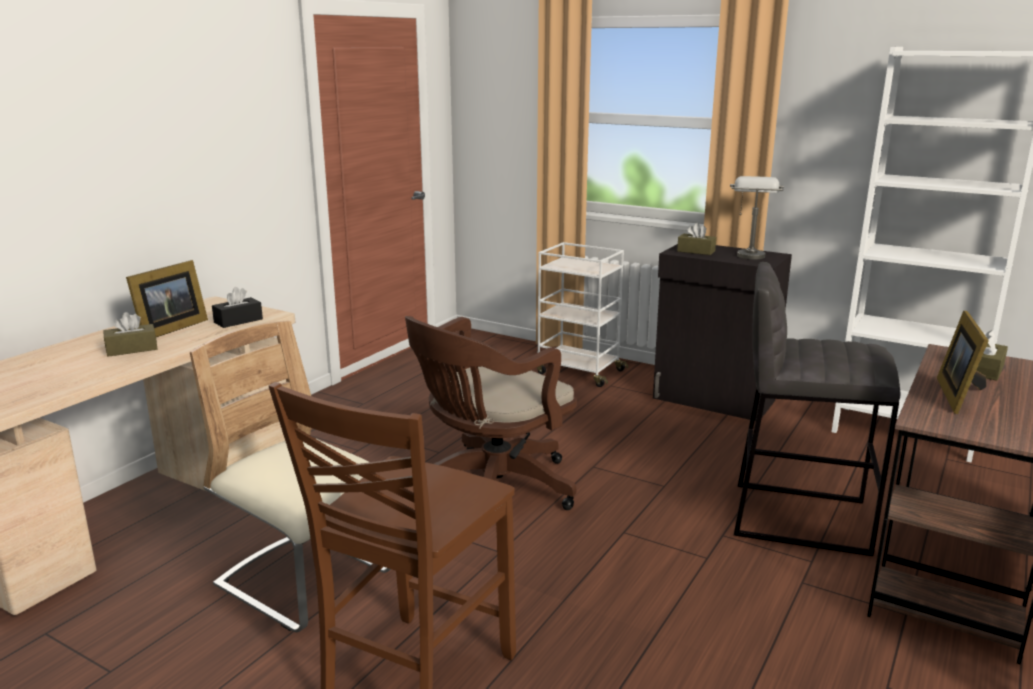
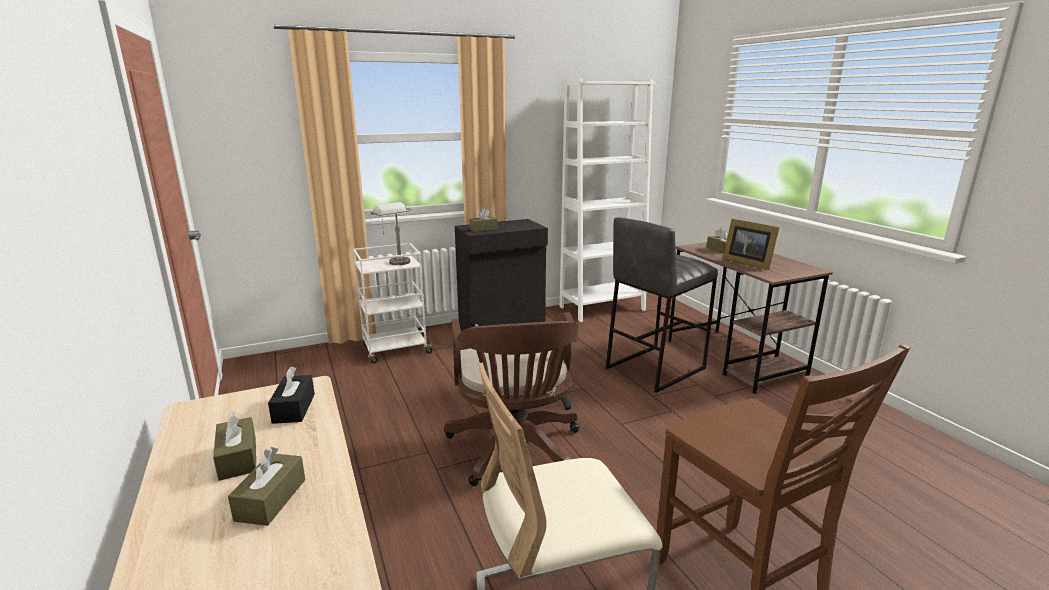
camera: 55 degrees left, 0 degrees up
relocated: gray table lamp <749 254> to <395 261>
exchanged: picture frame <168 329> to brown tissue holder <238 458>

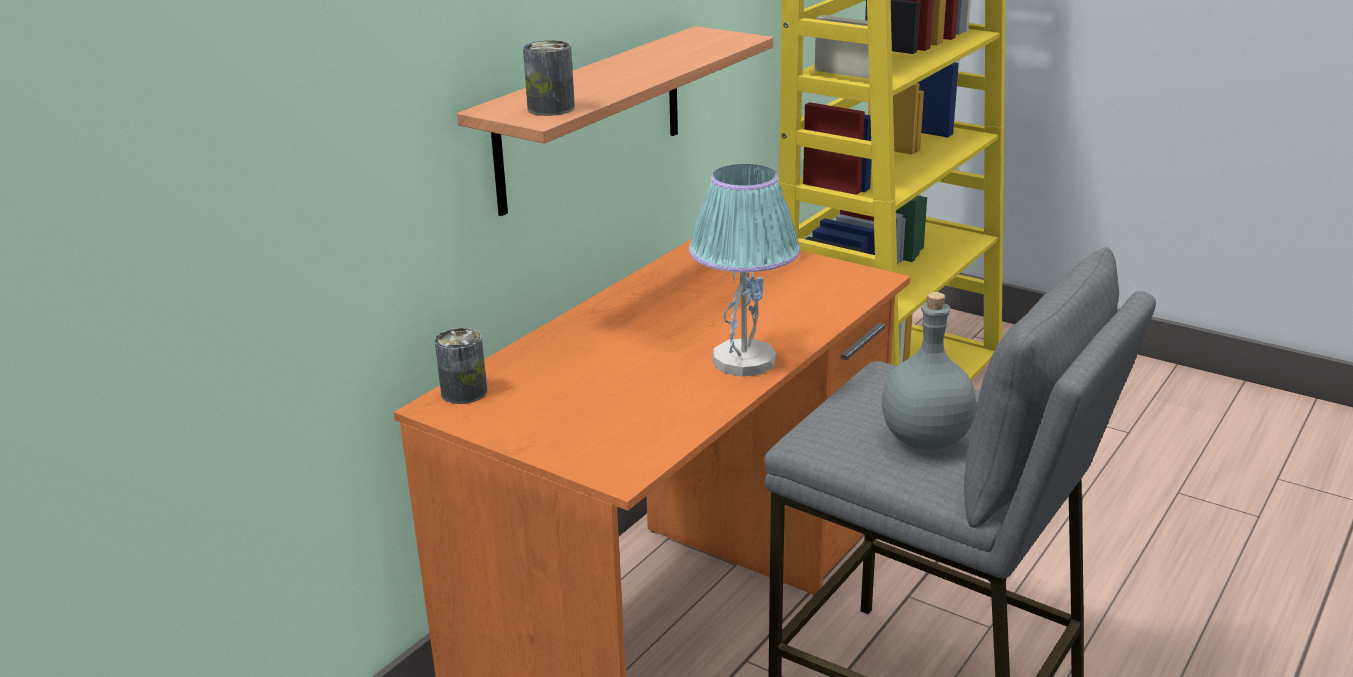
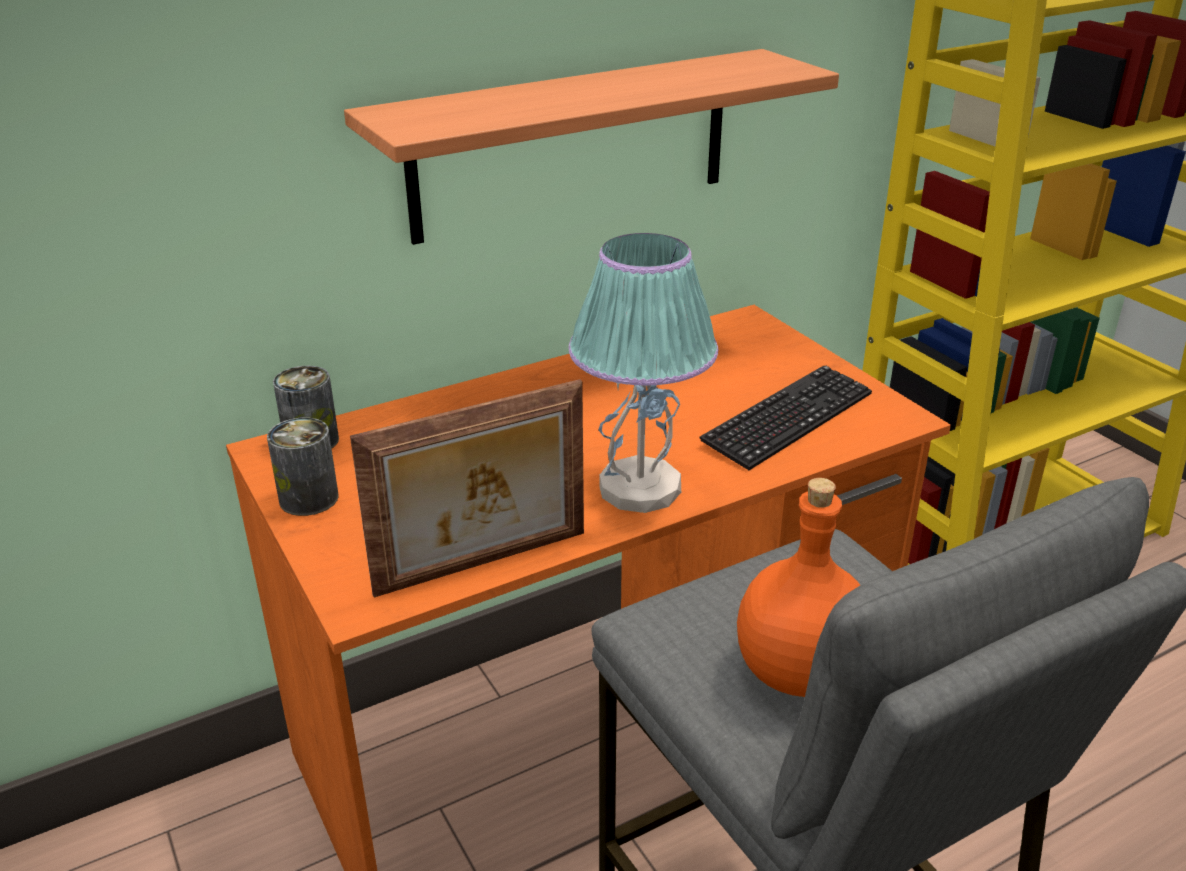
camera: 25 degrees right, 5 degrees up
appeared: picture frame <483 565>; computer keyboard <788 419>
relocated: can <551 108> to <309 498>
colour: gray drink bottle <923 439> to orangey drink bottle <796 671>

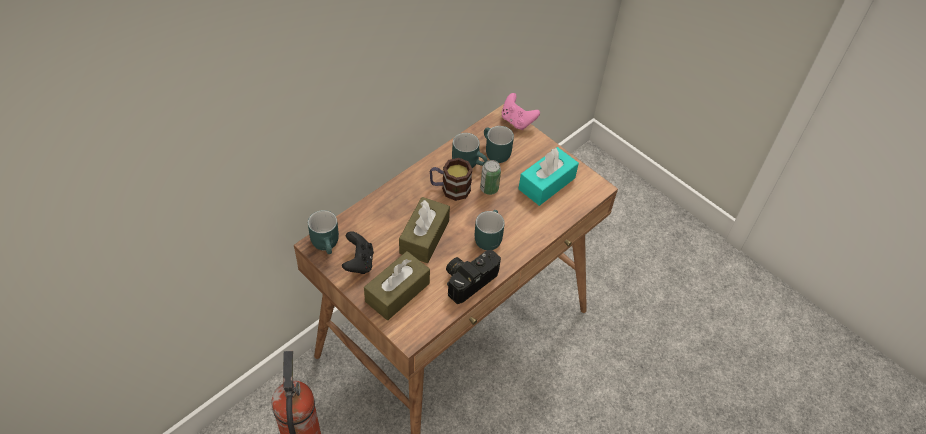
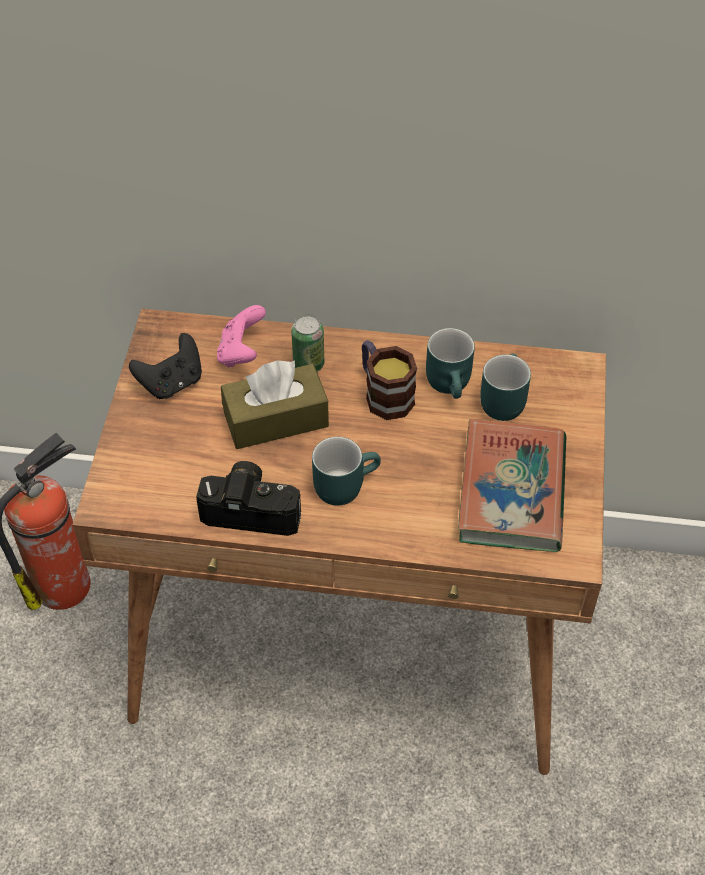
camera: 55 degrees right, 0 degrees up
missing: turquoise mug <328 244>; brown tissue holder <397 292>
relocated: pink-coloured game controller <517 121> to <241 353>; can <489 188> to <308 364>
exchanged: turquoise tissue holder <546 183> to bound book <512 491>

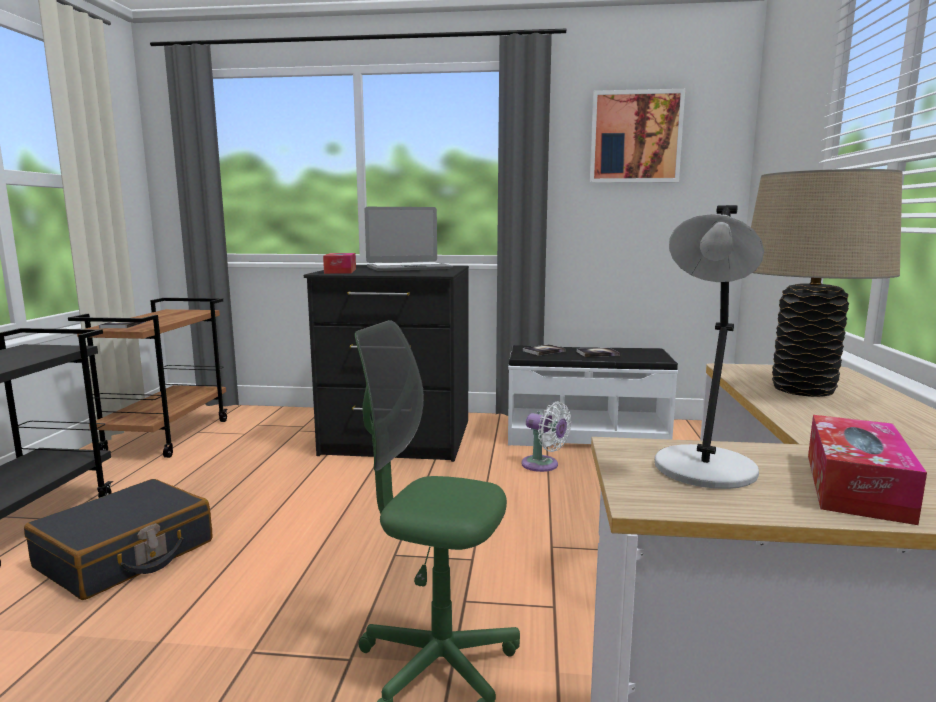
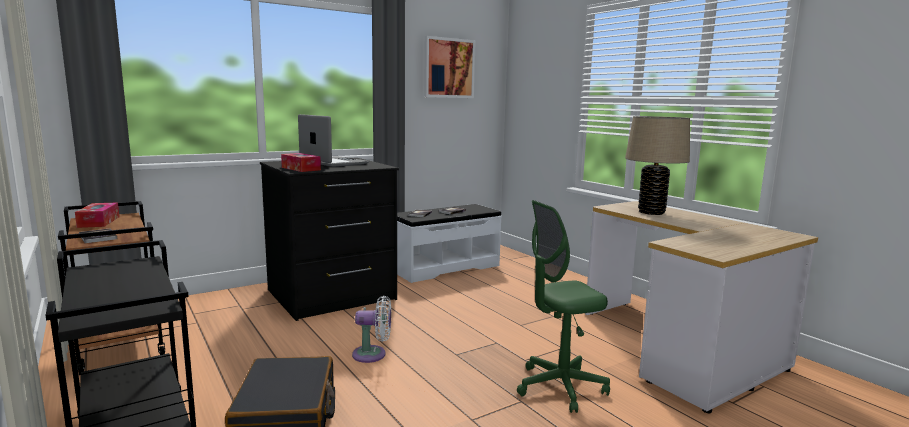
camera: 40 degrees left, 0 degrees up
missing: gray table lamp <704 471>
relocated: tissue holder <856 486> to <99 222>; white electric fan <543 465> to <373 354>
spun: portable computer <408 268> = <333 162> 75 degrees counterclockwise

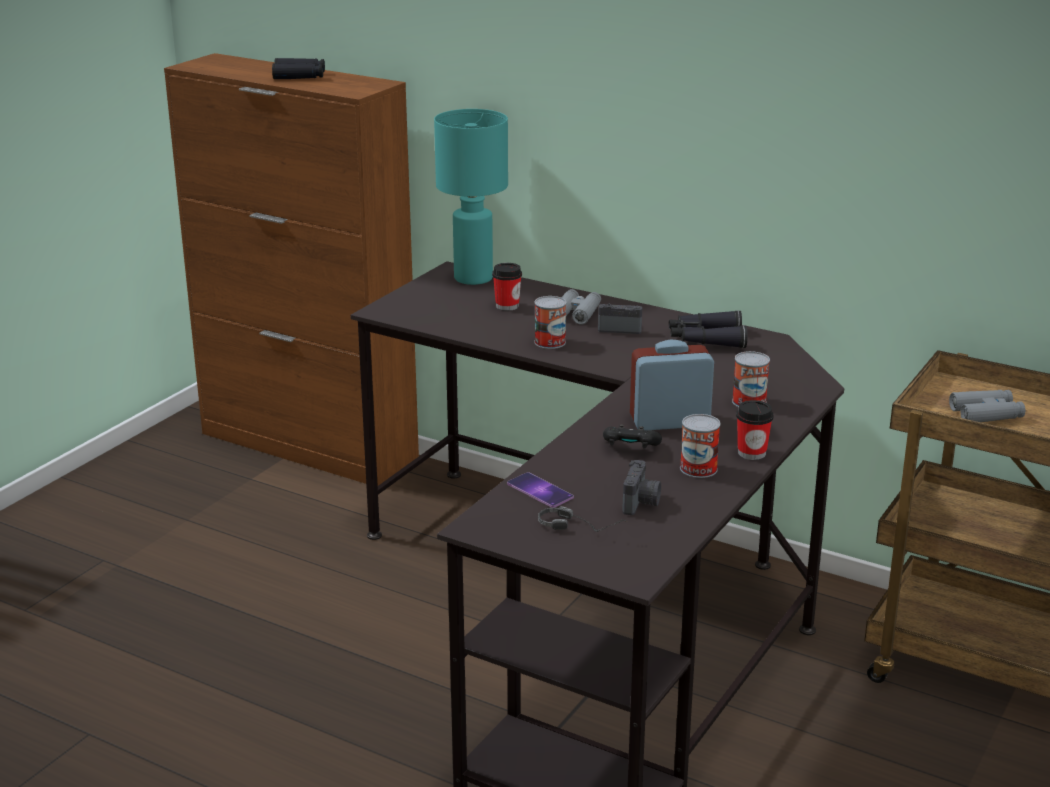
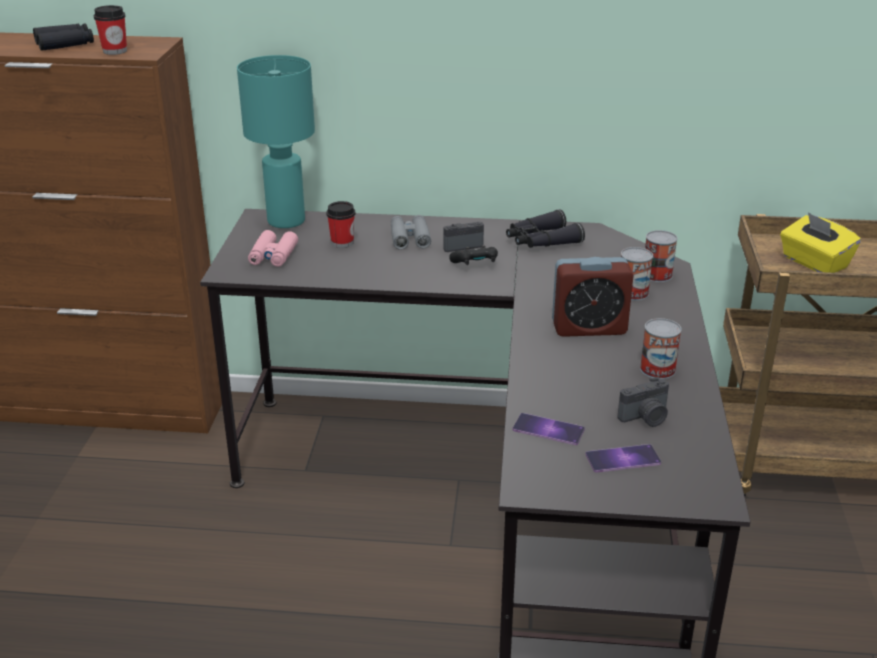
camera: 25 degrees left, 5 degrees up
appeared: pink-coloured pair of binoculars <273 256>
relocated: small cup <751 453> to <115 51>; black-coloured game controller <630 448> to <475 265>; can <550 342> to <657 275>
exchanged: headset <583 527> to phone <623 459>; gray pair of binoculars <986 414> to yellow tissue holder <814 263>
spun: table clock <669 421> = <589 328> 150 degrees counterclockwise; photo camera <641 503> = <646 418> 75 degrees clockwise

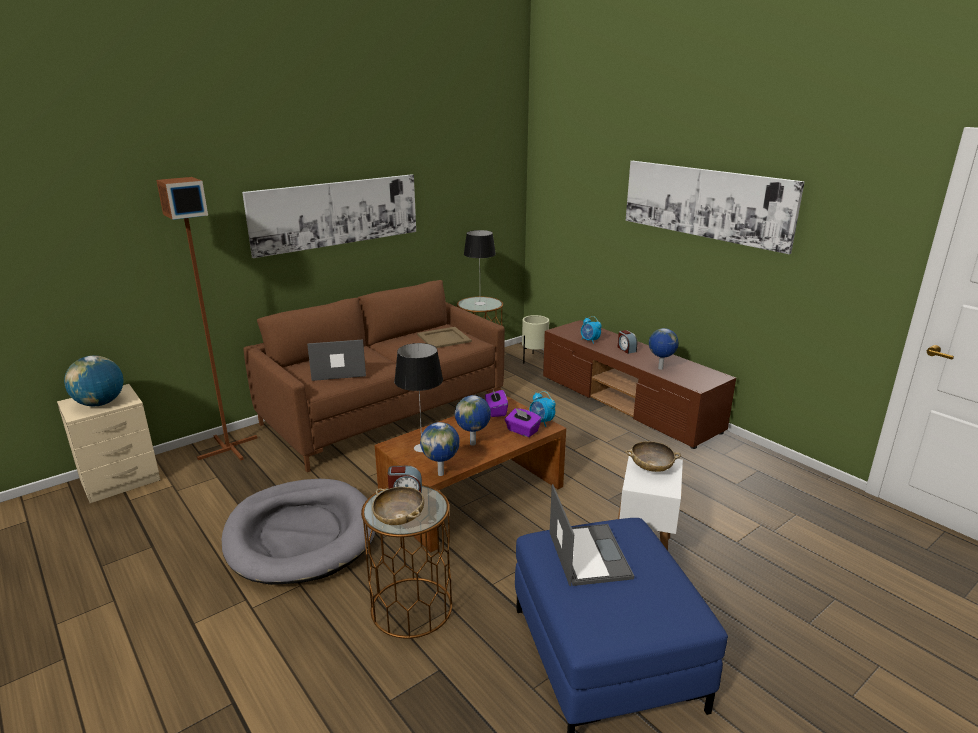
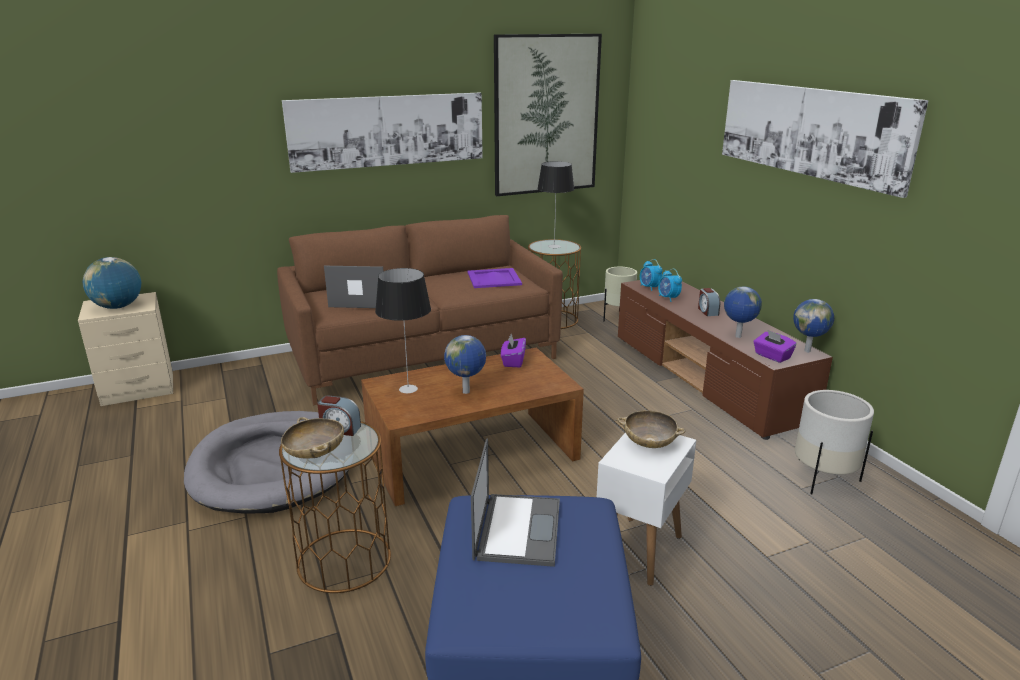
camera: 15 degrees right, 0 degrees up
missing: brown floor lamp <227 448>
appeared: wall picture <546 115>; white plant pot <823 477>
relocated: table clock <541 422> to <649 287>; purple tissue holder <522 431> to <772 356>; world globe <441 473> to <808 351>
colour: sand-coloured tray <444 338> to purple tray <494 279>

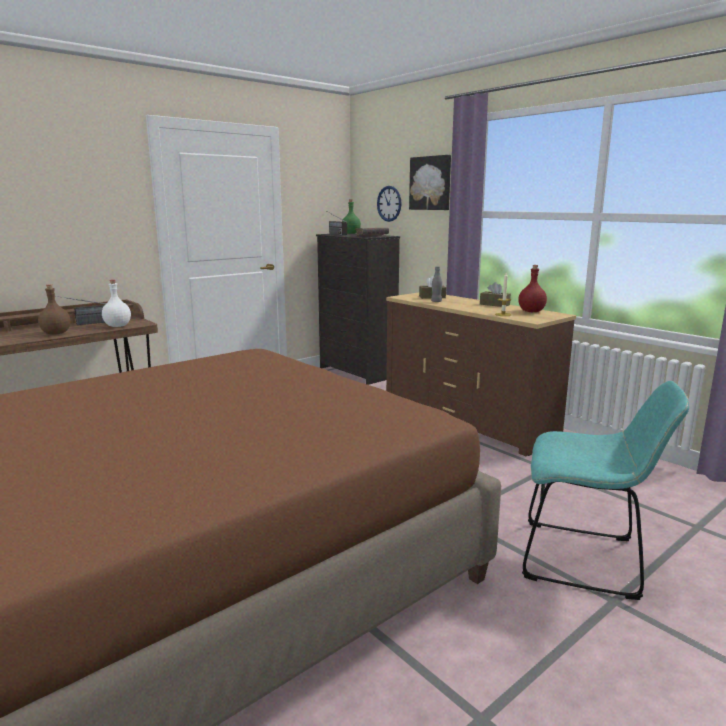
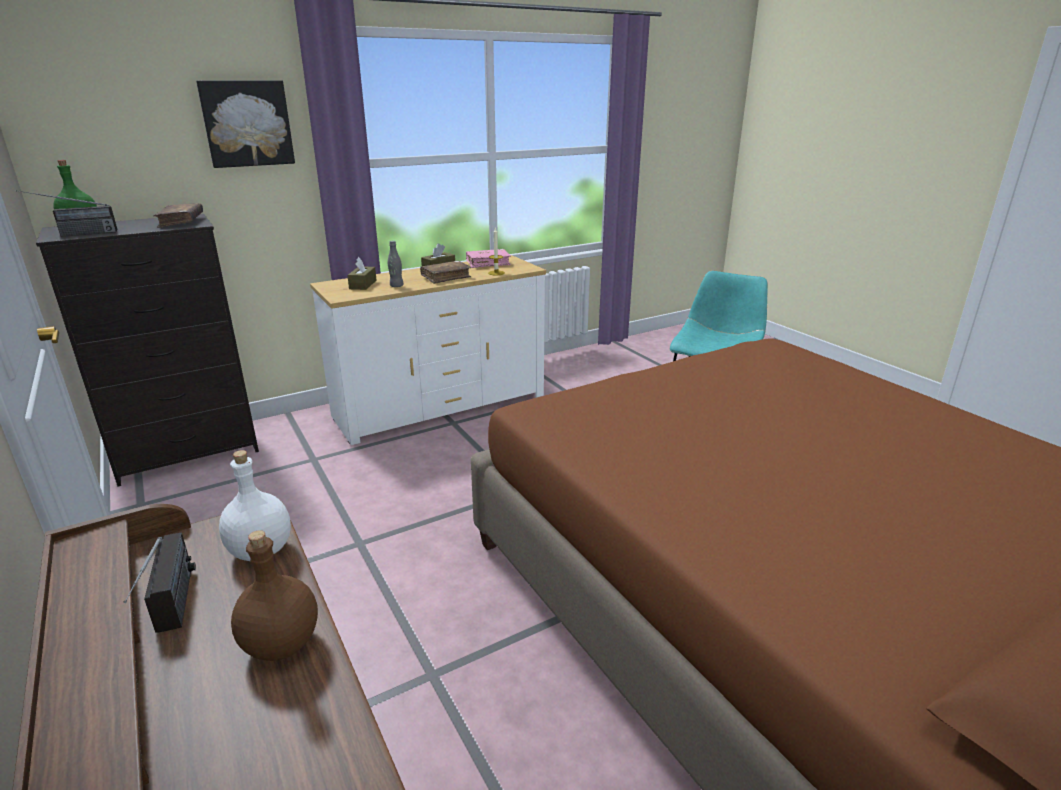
camera: 80 degrees left, 10 degrees up
missing: clock on the wall <389 203>
appeared: brown bound book <446 277>
exchanged: reddish drink bottle <531 311> to pink-coloured bound book <488 263>
colour: brown dresser <467 420> to white dresser <440 406>

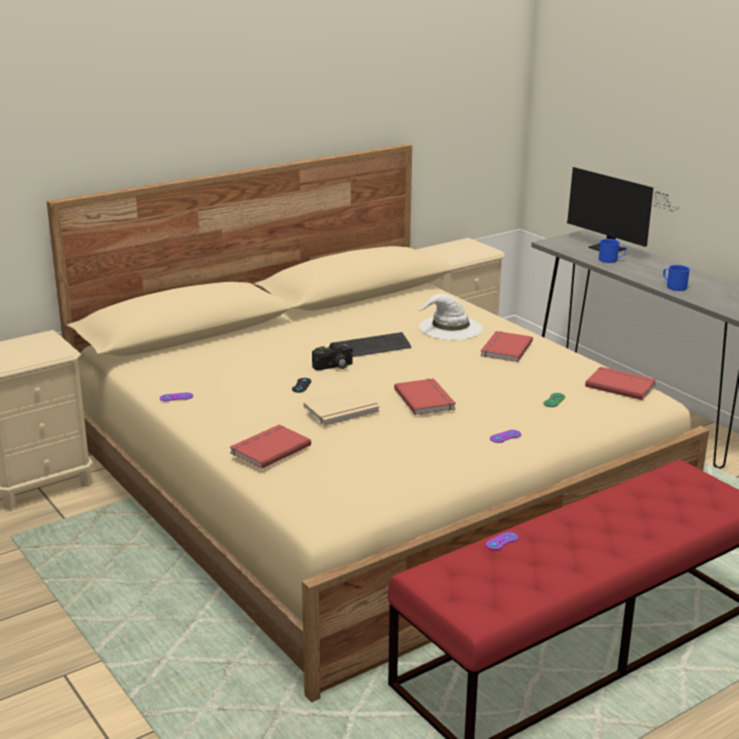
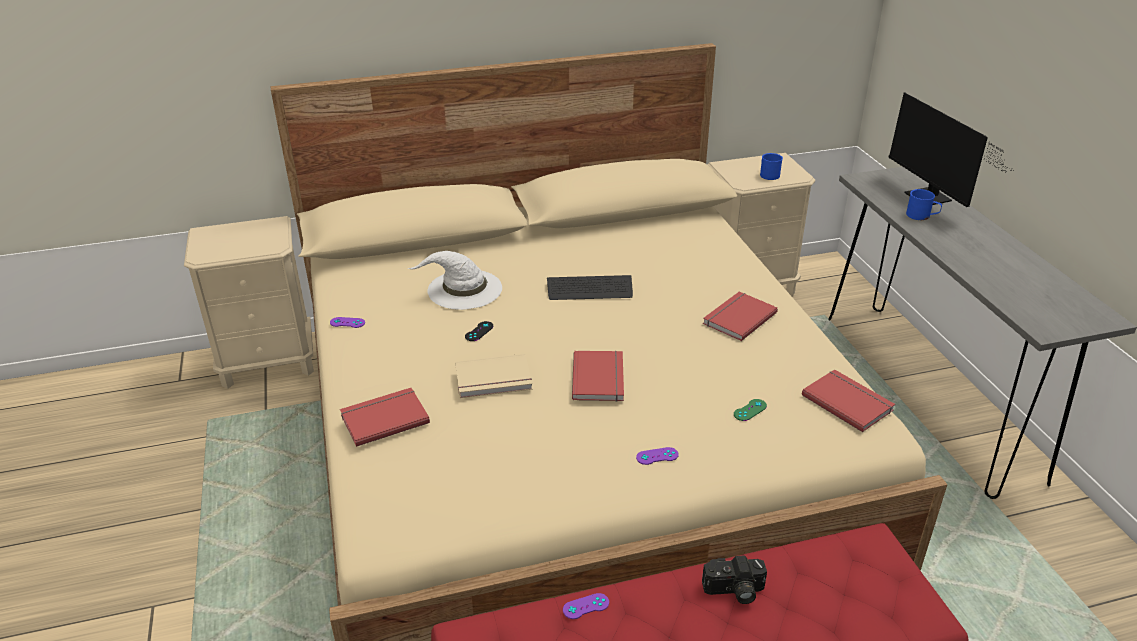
camera: 20 degrees right, 10 degrees up
relocated: white hat <450 328> to <463 289>; photo camera <334 367> to <734 591>; blue mug <674 286> to <768 174>

